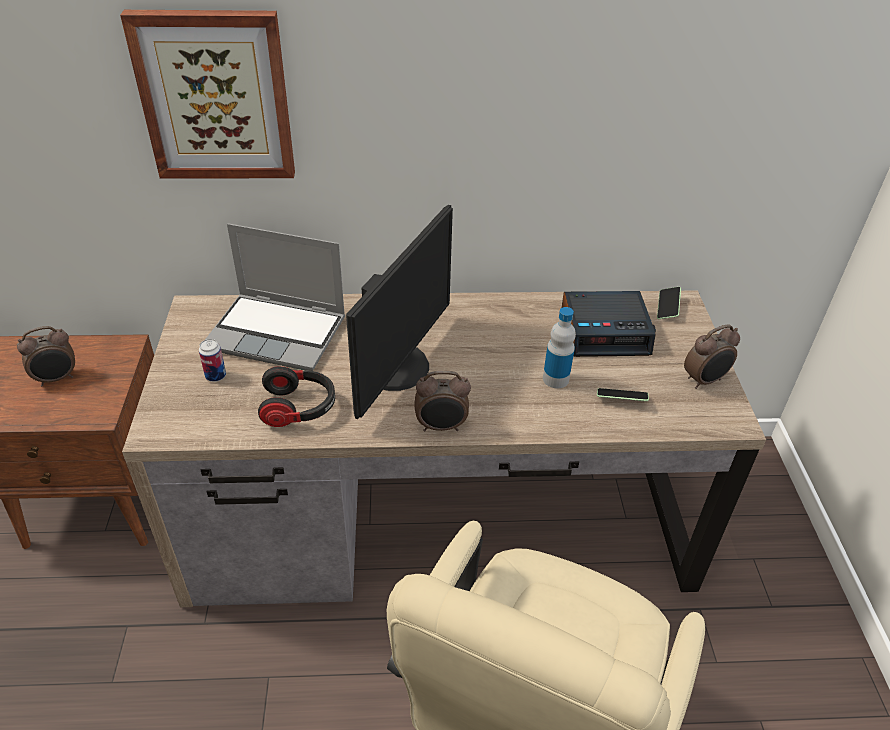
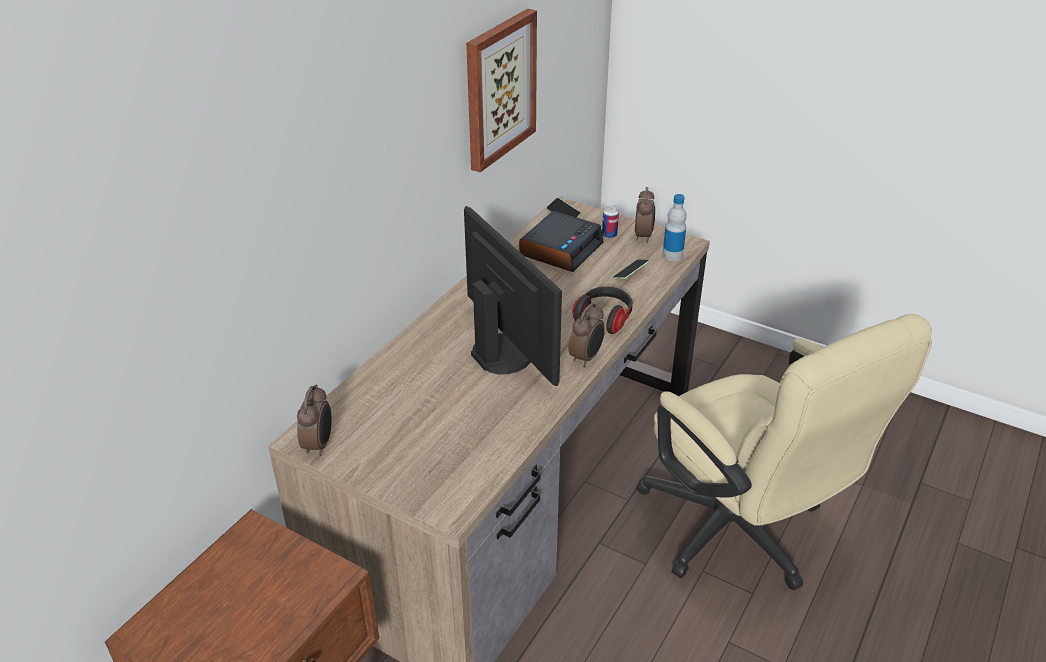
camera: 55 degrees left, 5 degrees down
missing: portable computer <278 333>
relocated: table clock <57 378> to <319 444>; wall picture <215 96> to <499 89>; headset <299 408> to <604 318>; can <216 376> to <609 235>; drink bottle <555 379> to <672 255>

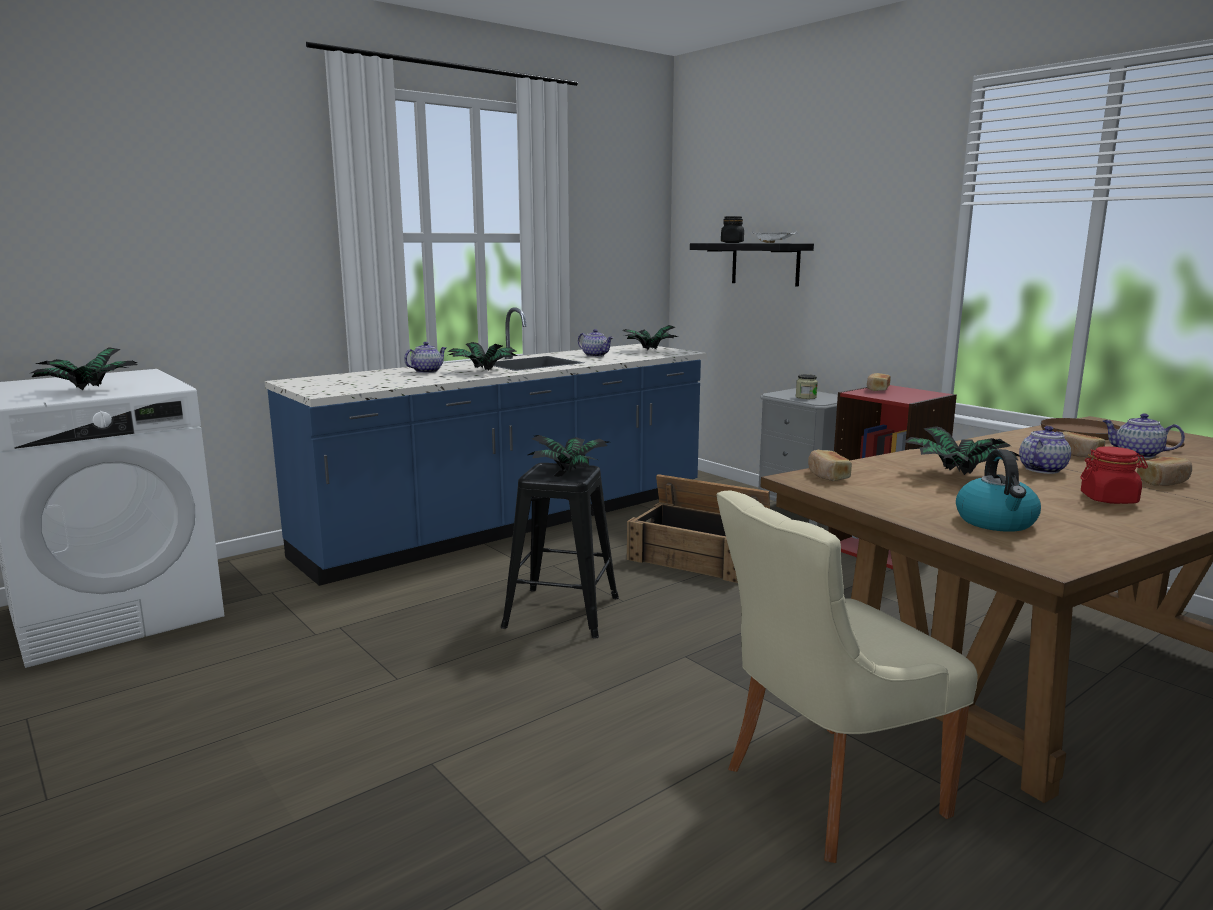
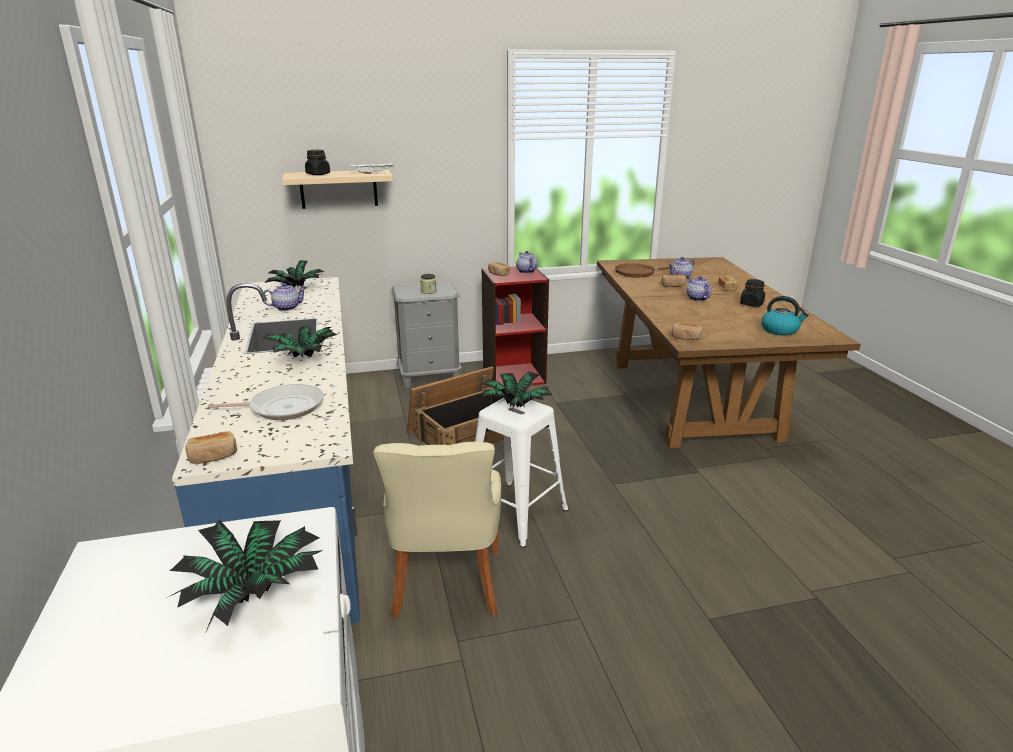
camera: 65 degrees left, 10 degrees up
missing: potted plant <956 475>
appeared: baked bread <213 456>; frying pan <282 407>
relocated: sand-coloured upright chair <826 791> to <445 586>; pot for tea <427 371> to <526 271>
colour: black-coloured shelf <765 264> to sand-coloured shelf <338 189>; black-coloured stool <563 612> to white stool <517 513>; reddish preserve jar <1109 499> to black-coloured preserve jar <751 304>

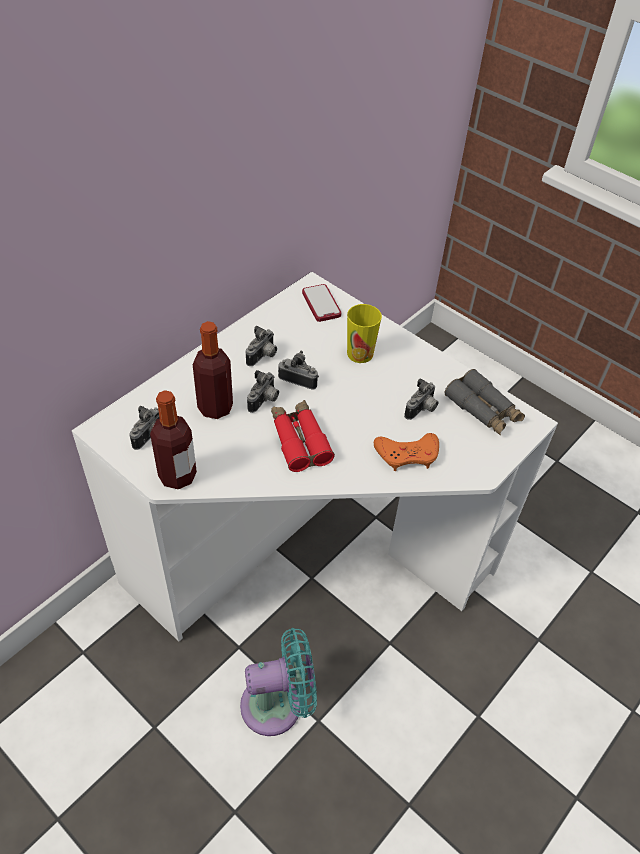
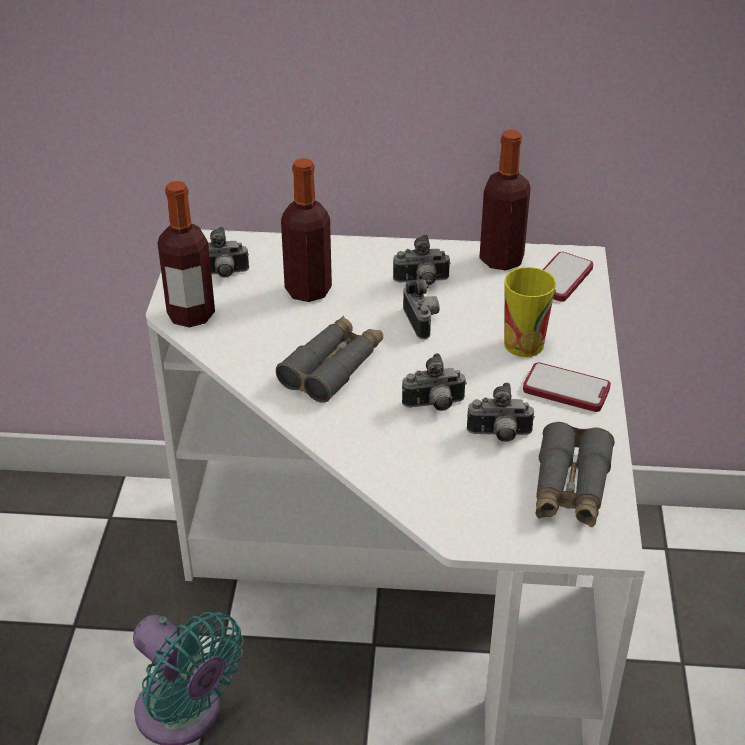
camera: 55 degrees right, 10 degrees down
missing: orangey game controller <407 454>
appeared: drink bottle <501 259>; phone <566 389>
relocated: photo camera <264 401> to <434 405>
colour: reddish pair of binoculars <299 440> to gray pair of binoculars <333 367>

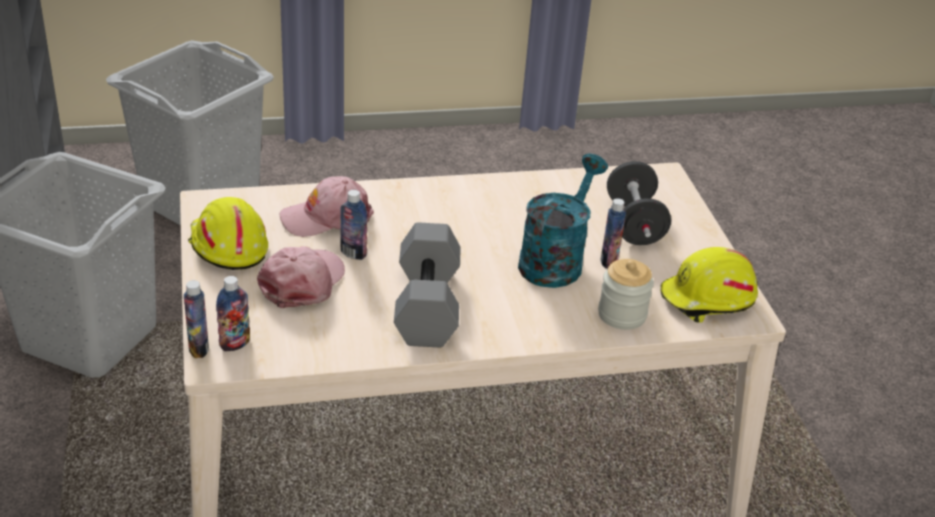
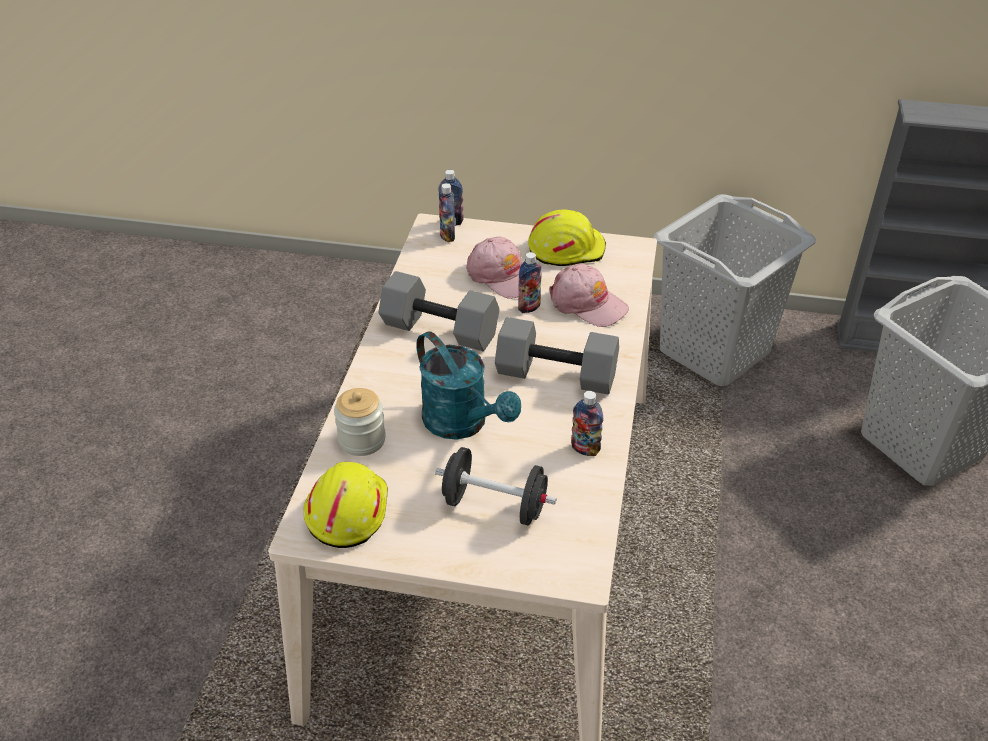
camera: 115 degrees right, 5 degrees up
appeared: gray dumbbell <554 376>
relocated: drink bottle <608 261> to <585 449>
spun: pink-coloured cap <327 218> = <587 303> 120 degrees clockwise

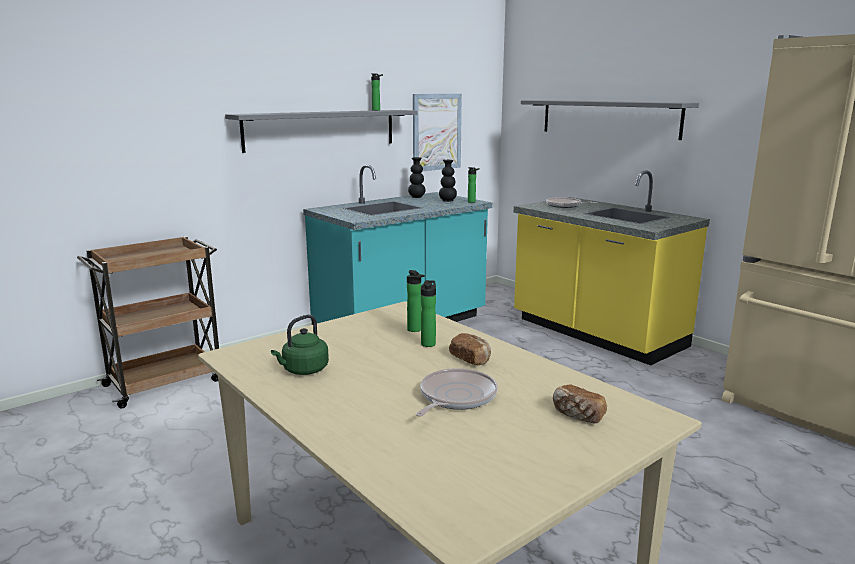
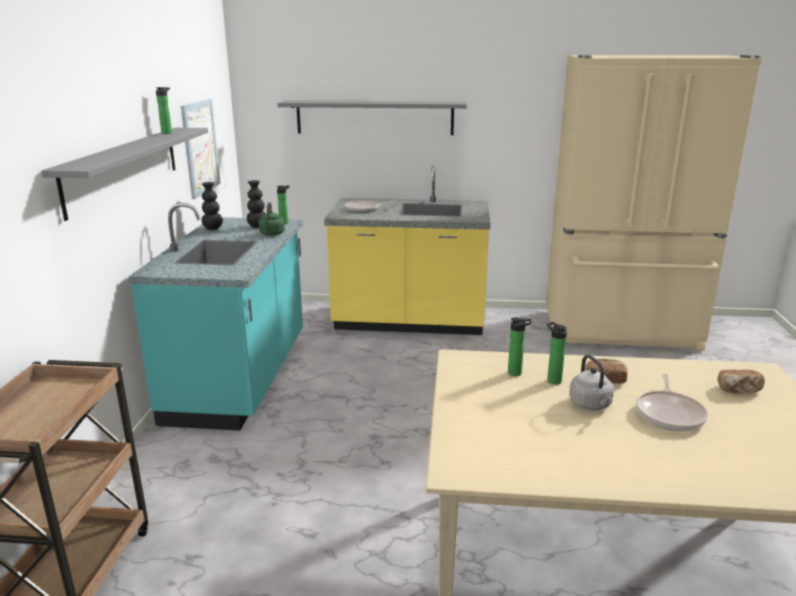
camera: 45 degrees left, 5 degrees up
appeared: gray kettle <591 405>
relocated: greenish kettle <303 370> to <272 234>
spun: frying pan <455 397> = <669 414> 150 degrees counterclockwise

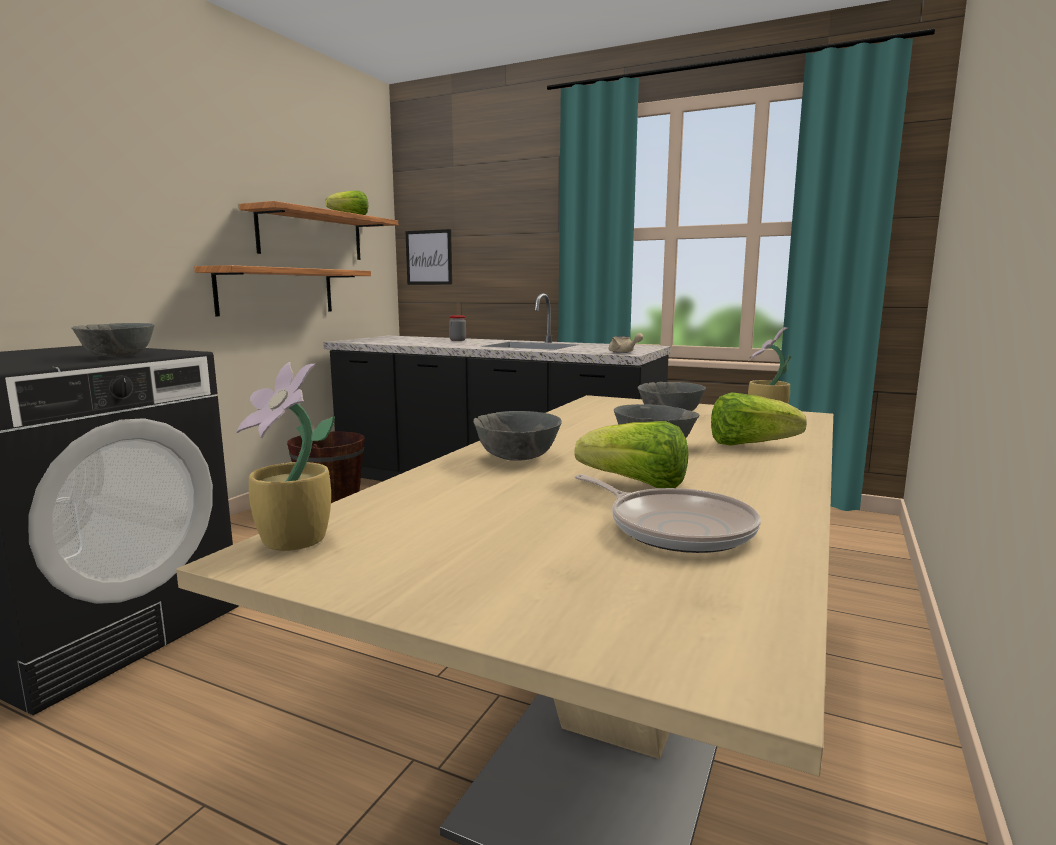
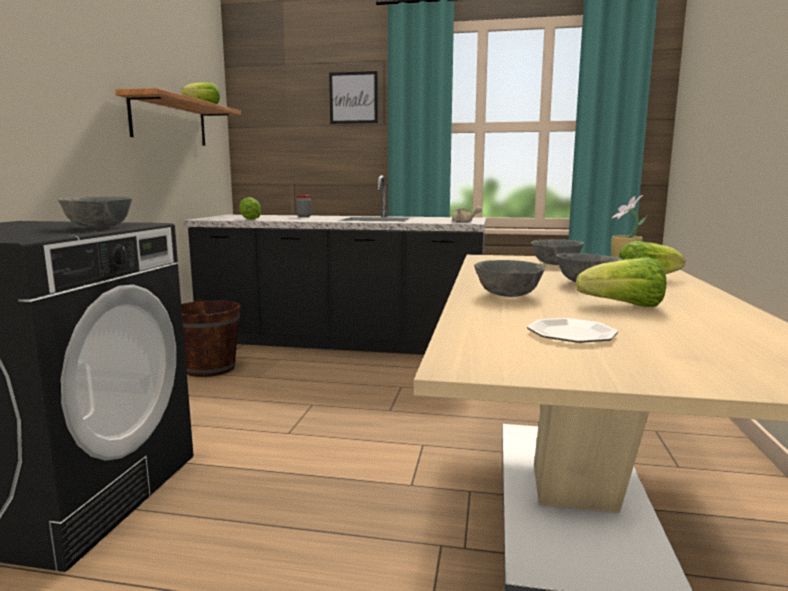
camera: 15 degrees left, 0 degrees up
missing: shelf <277 291>; potted plant <295 542>; frying pan <675 528>
appeared: head of lettuce <250 219>; flat dish <571 334>
relocated: wall picture <429 257> to <353 98>

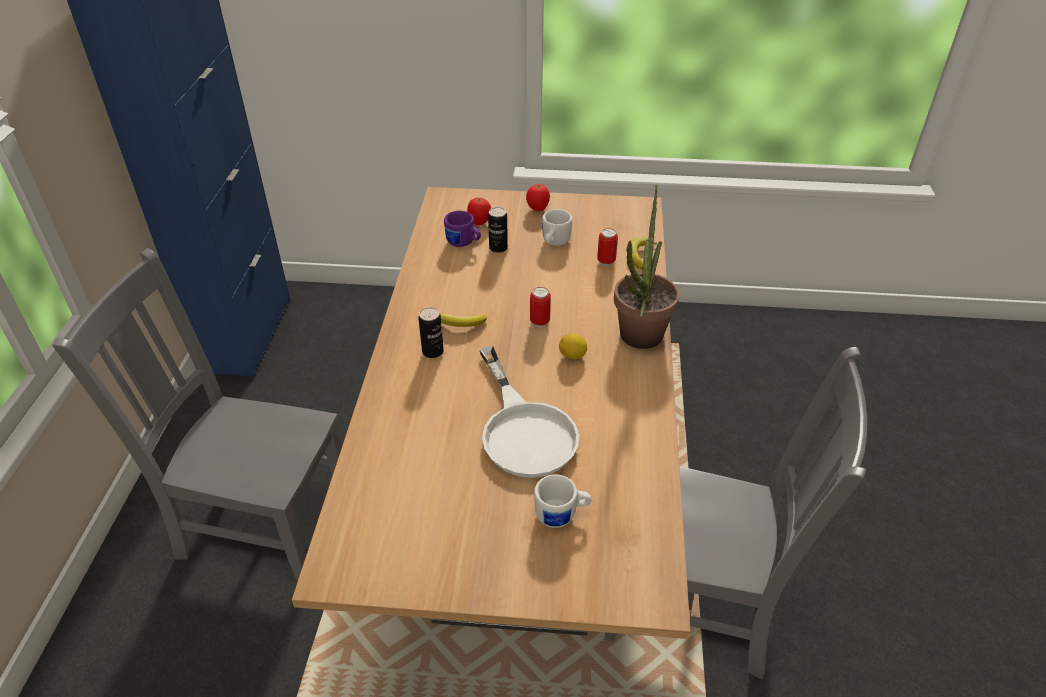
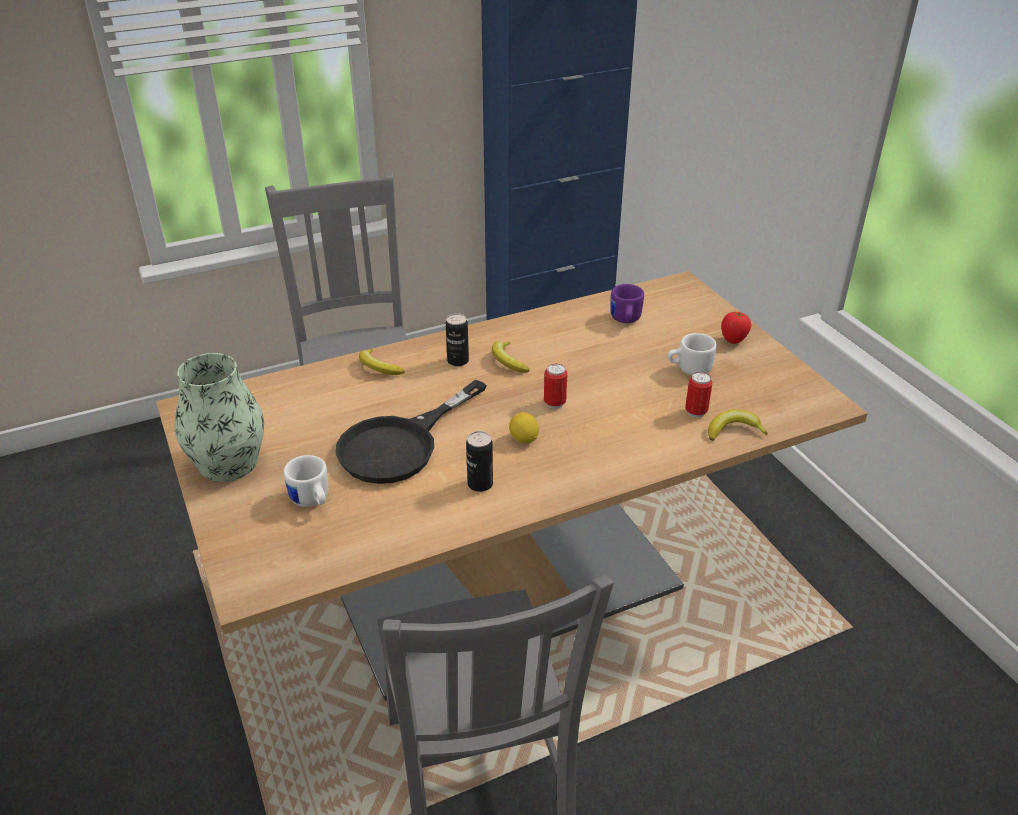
camera: 60 degrees right, 5 degrees down
missing: fresh tomato <479 222>; potted plant <637 341>
appeared: vase <228 463>; banana <378 367>
relocated: can <498 248> to <480 484>
colour: white frying pan <524 429> to black-coloured frying pan <400 444>

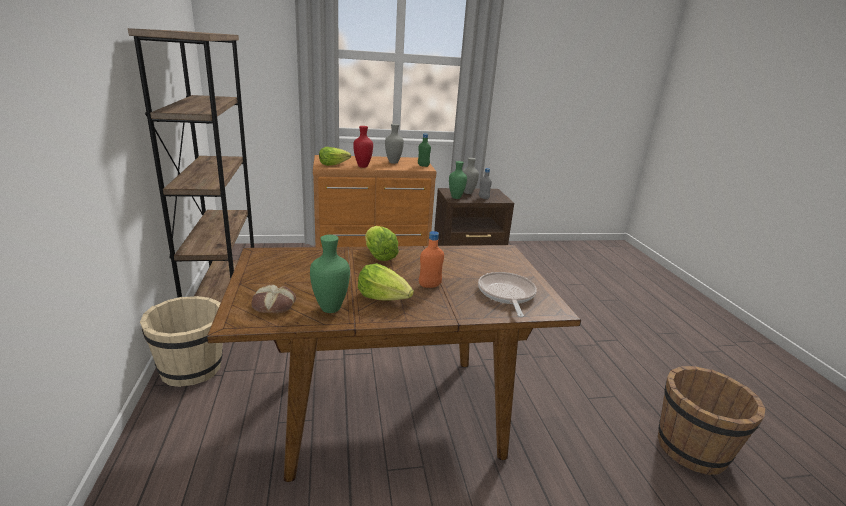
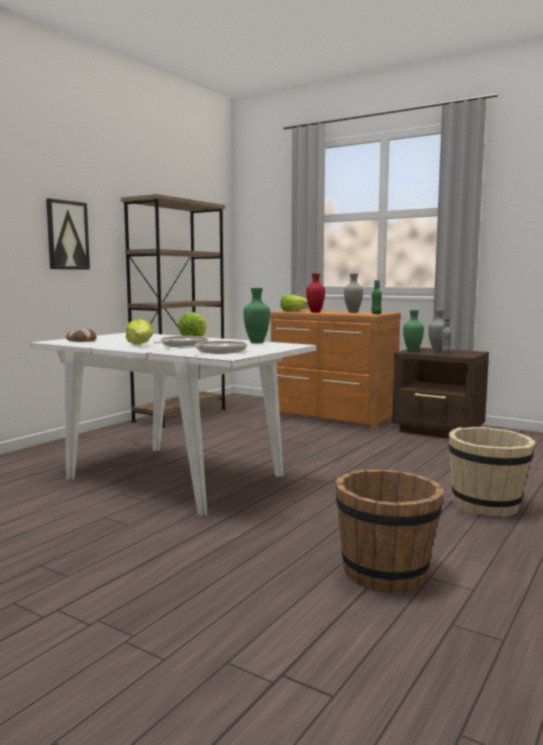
camera: 45 degrees right, 15 degrees down
appeared: wall picture <67 235>
relocated: greenish vase <331 309> to <256 342>; sand-coloured bucket <192 368> to <486 505>
exchanged: orangey drink bottle <429 285> to frying pan <182 346>
colour: brown kitchen table <389 413> to white kitchen table <173 477>

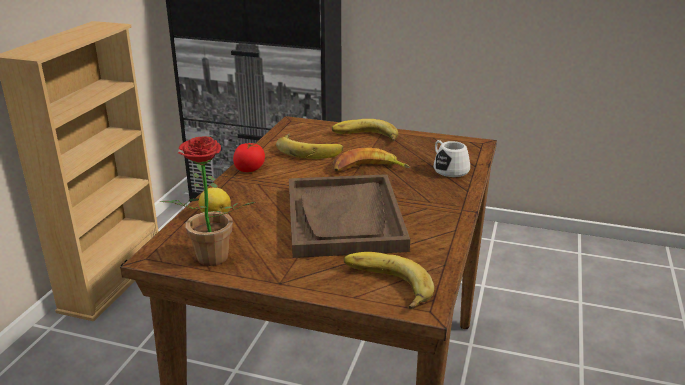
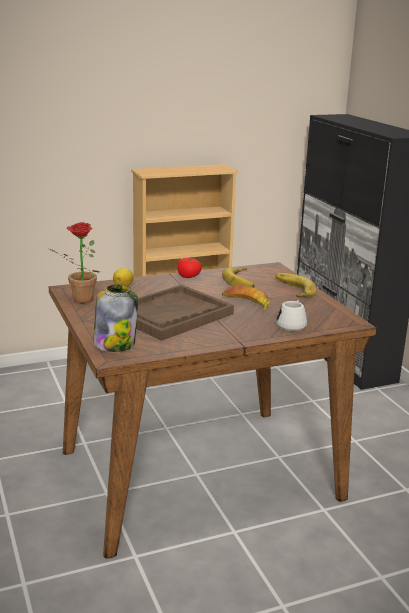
camera: 50 degrees right, 5 degrees down
exchanged: banana <385 286> to preserve jar <115 344>

